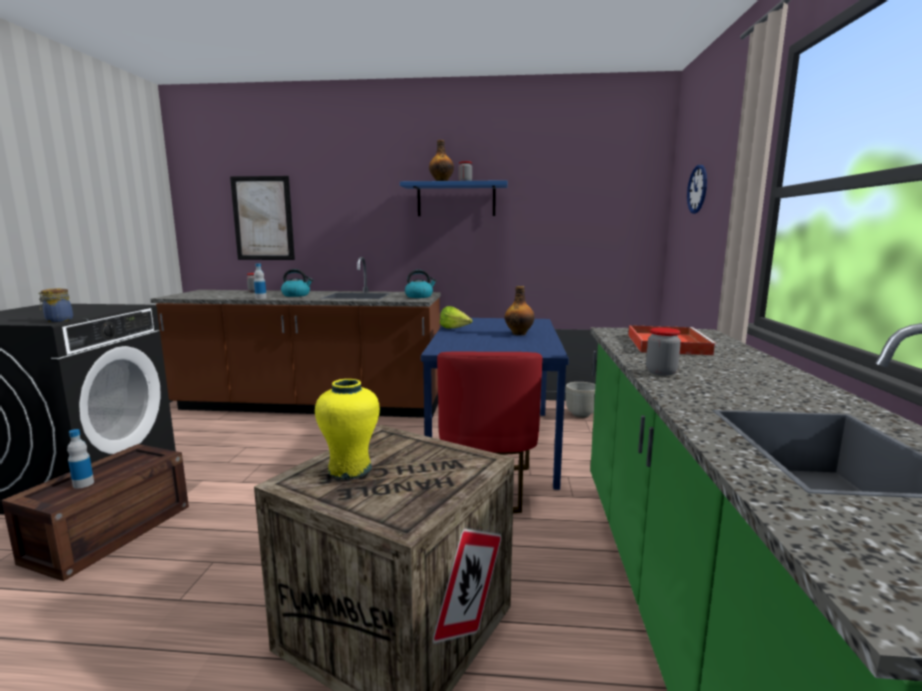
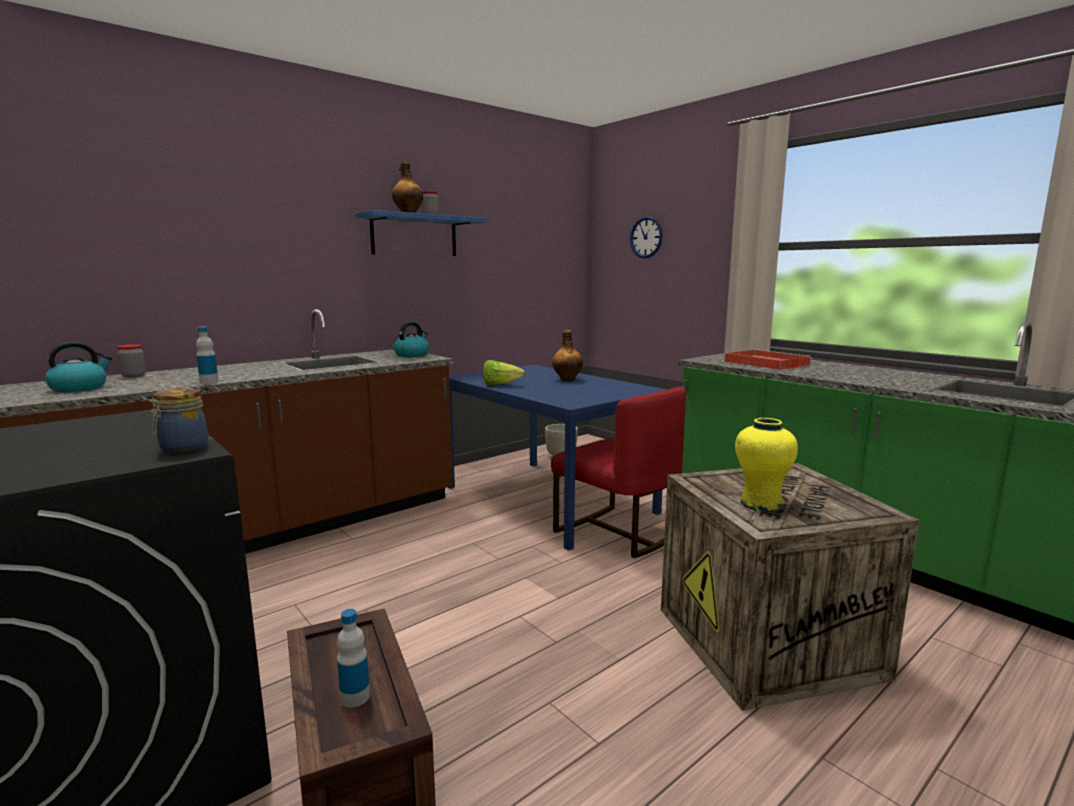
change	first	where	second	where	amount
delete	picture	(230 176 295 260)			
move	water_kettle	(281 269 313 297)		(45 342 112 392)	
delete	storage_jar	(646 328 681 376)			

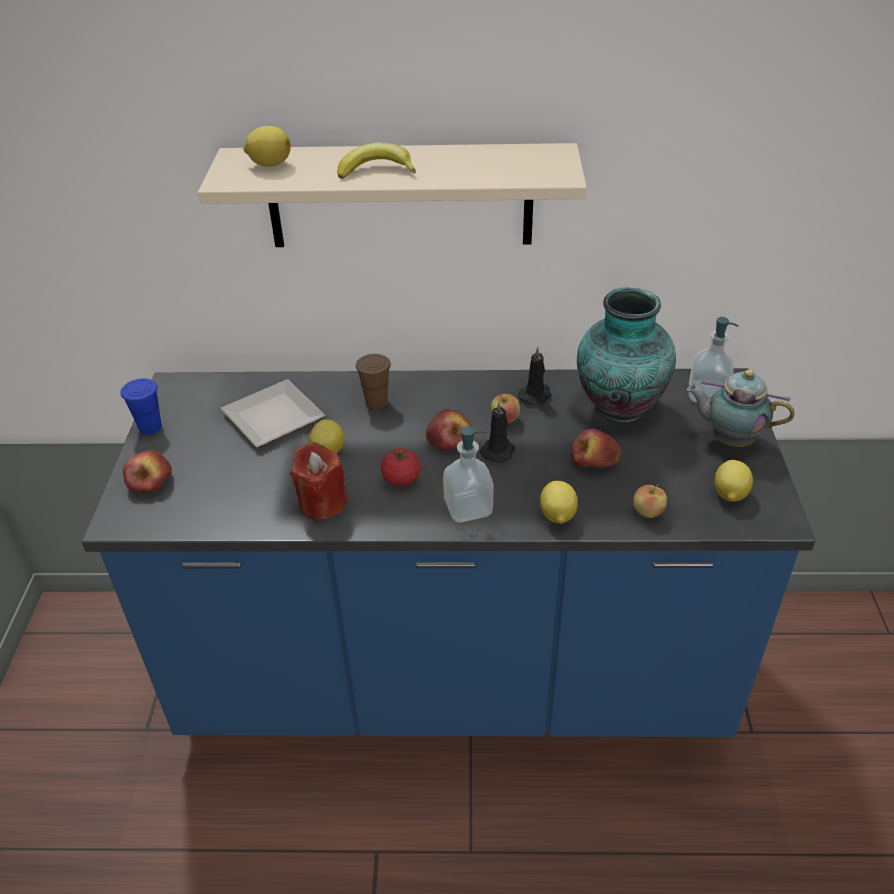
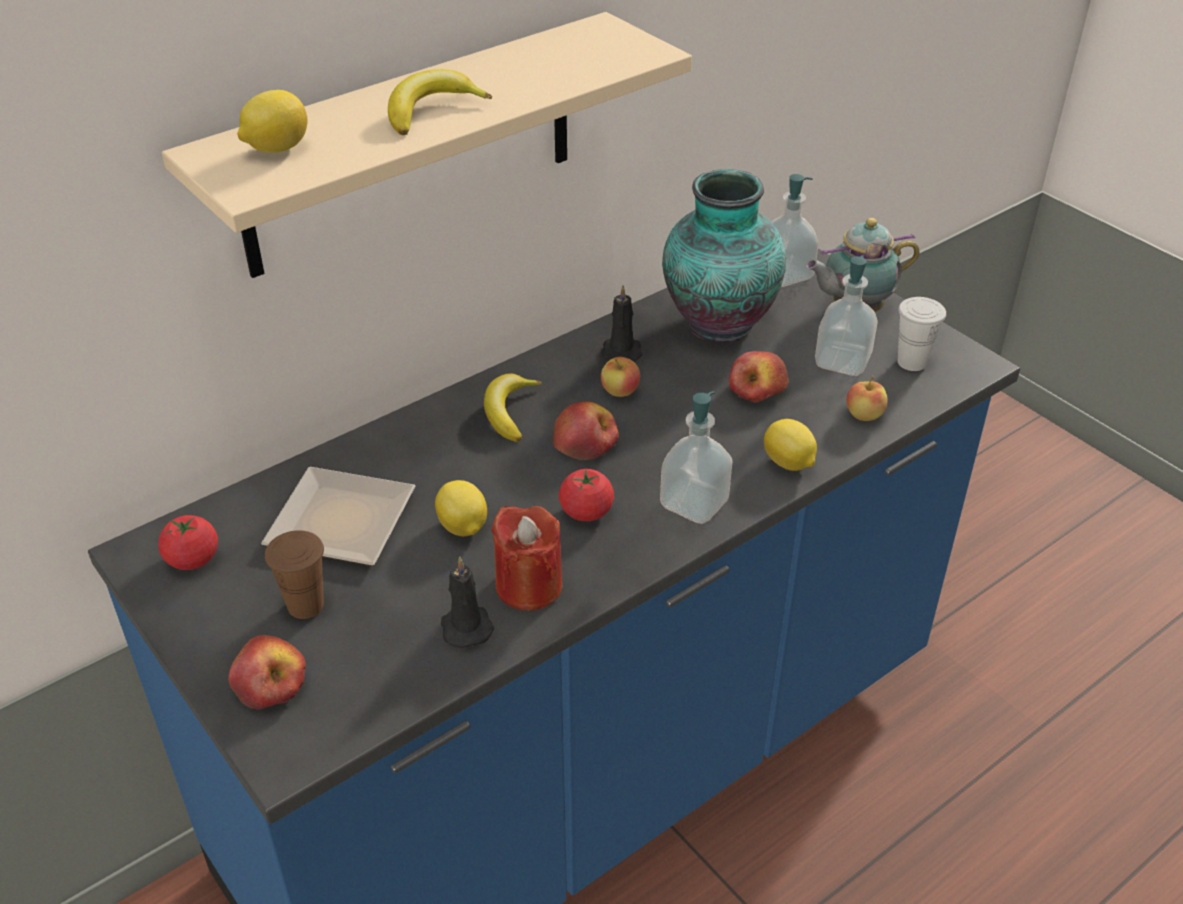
change	first	where	second	where	amount
move	brown-coloured_drinking_cup	(356 354 391 409)		(265 530 324 619)	
delete	blue_drinking_cup	(120 378 162 435)			
move	black-coloured_candle	(480 401 515 463)		(441 556 494 648)	
replace	lemon	(715 460 753 501)	white-coloured_drinking_cup	(898 297 946 371)	
insert			soap_bottle	(815 255 878 376)	
insert			banana	(484 374 542 442)	
insert			tomato	(158 515 218 570)	

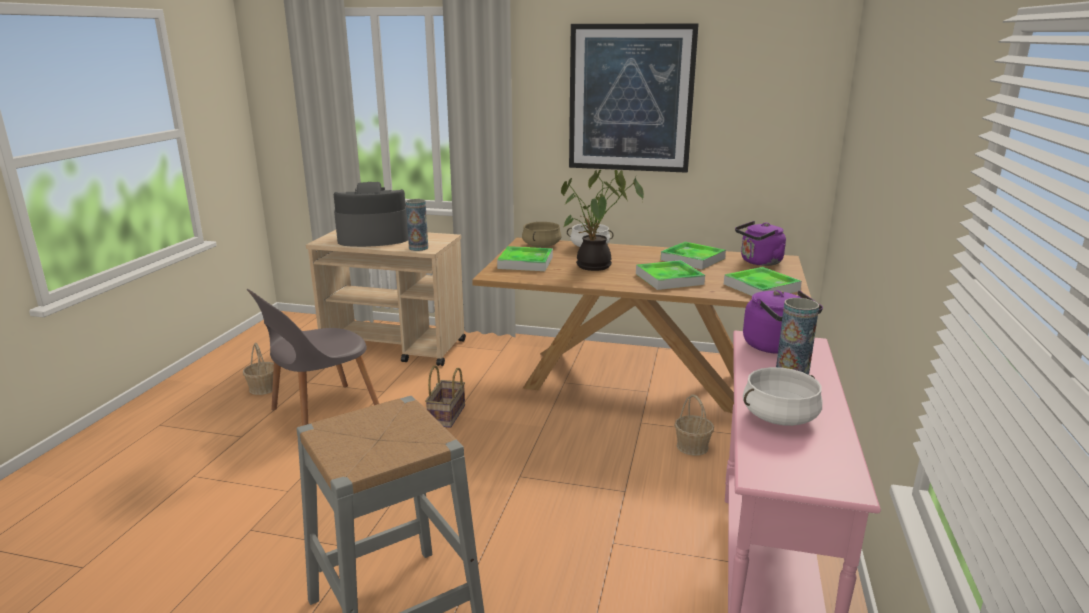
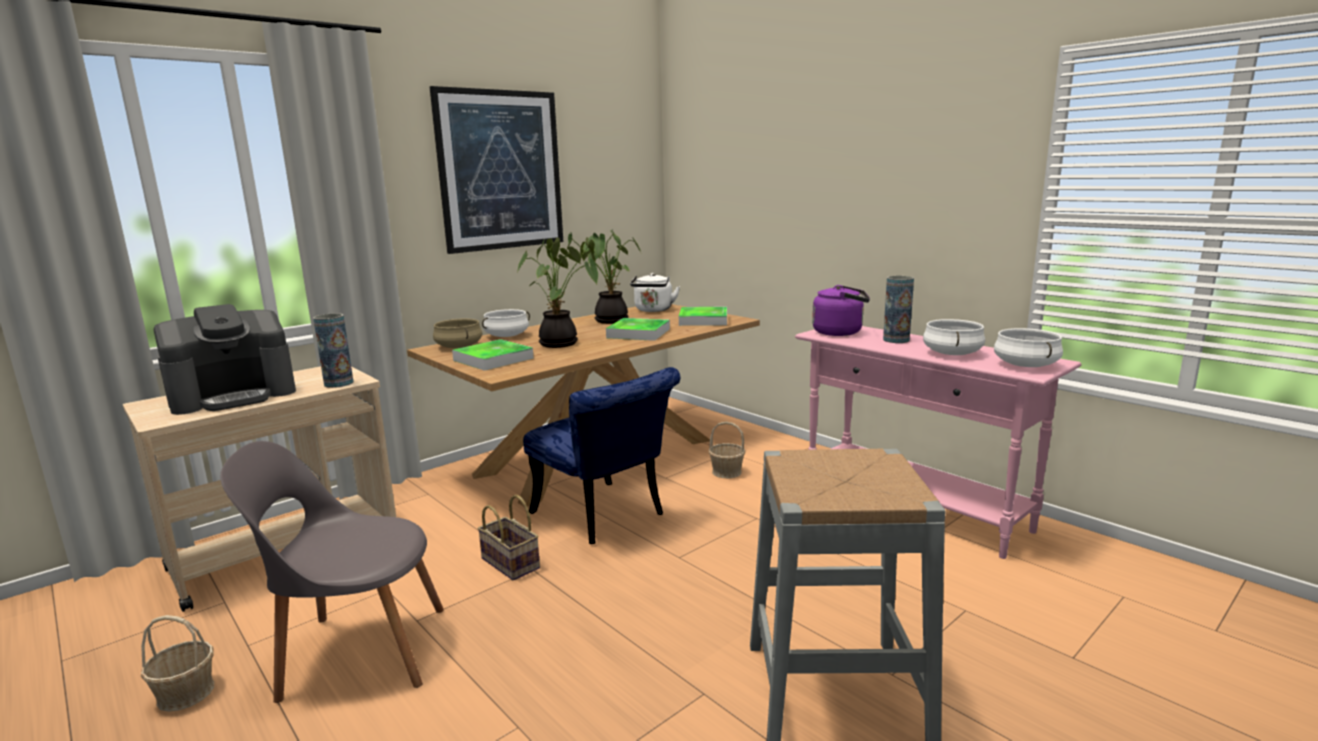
change	first	where	second	where	amount
rotate	coffee_maker	(334 182 408 247)		(153 304 296 415)	150 degrees counterclockwise
recolor	purple-coloured_water_kettle	(735 221 786 266)	white-coloured_water_kettle	(630 273 680 312)	
replace	carrying_tray	(661 242 726 269)	potted_plant	(565 229 642 324)	
rotate	greyish_upright_chair	(246 289 379 426)		(220 441 444 703)	90 degrees clockwise
insert			white-coloured_cooking_pot	(994 328 1063 367)	
insert			blue_upright_chair	(523 367 680 544)	

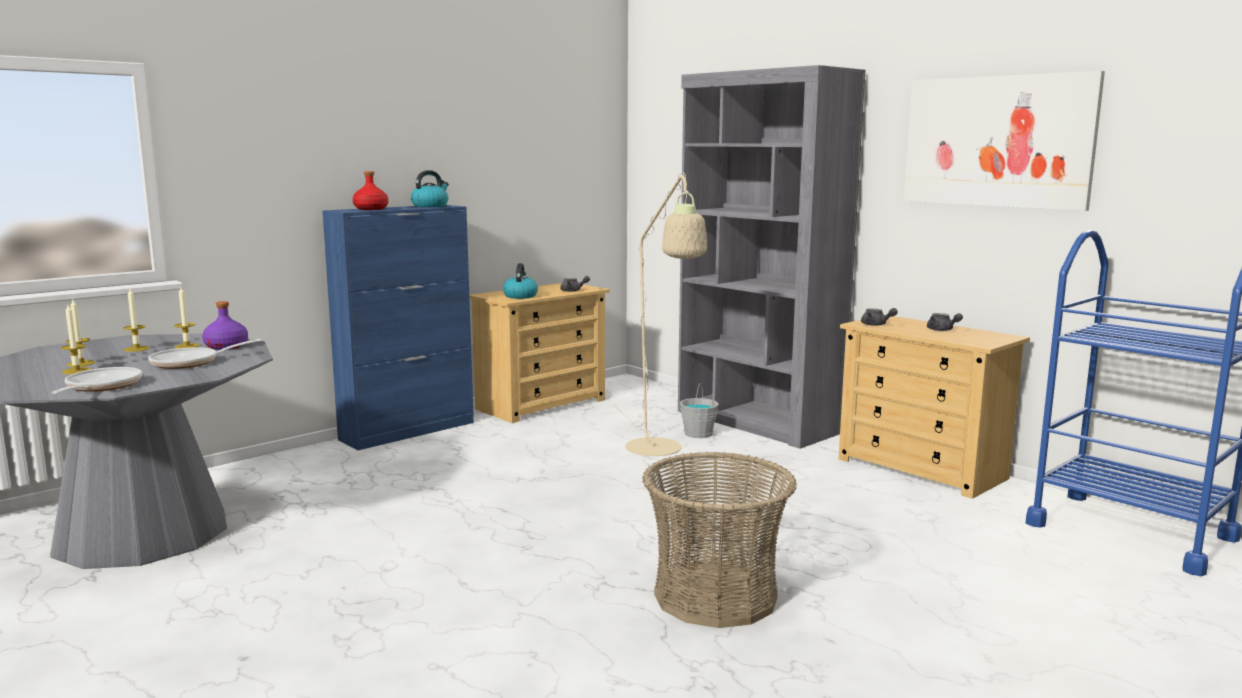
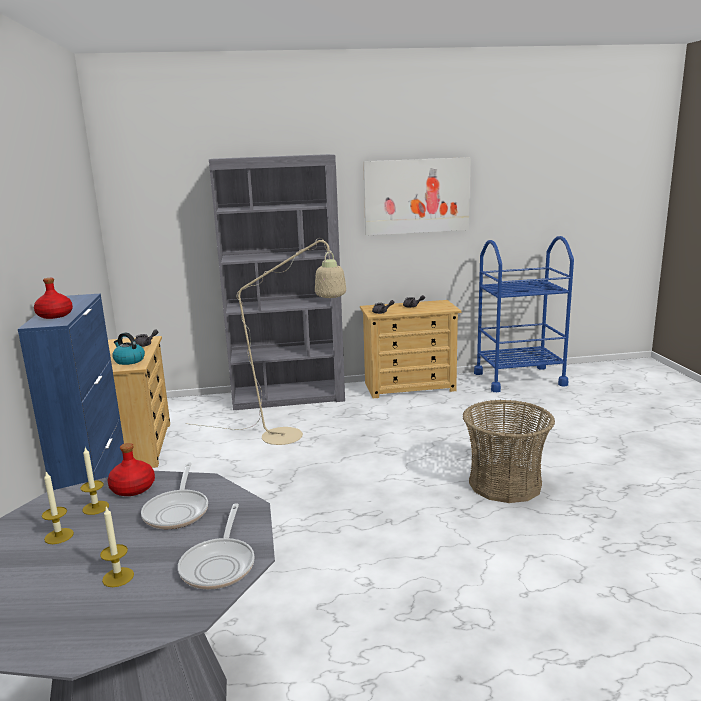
change	first	where	second	where	amount
delete	water_kettle	(411 170 449 207)			
delete	candle	(66 300 95 367)			
recolor	purple-coloured_beverage_bottle	(202 301 248 350)	red_beverage_bottle	(108 443 155 496)	
rotate	skillet	(52 367 142 394)		(178 504 255 590)	120 degrees counterclockwise
delete	greyish_water_bucket	(680 383 719 438)			

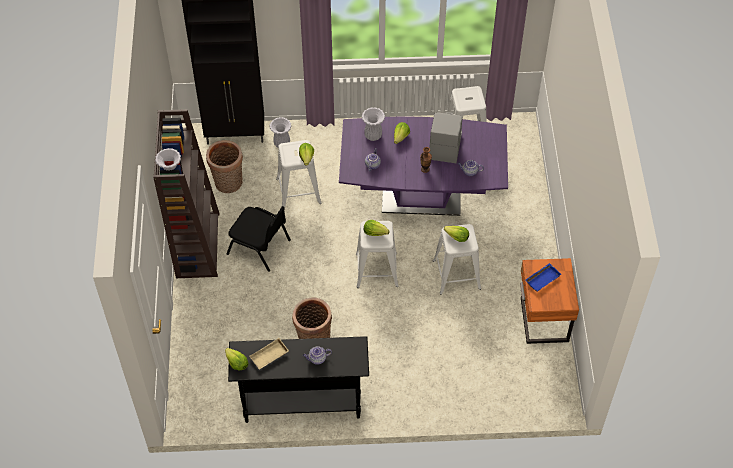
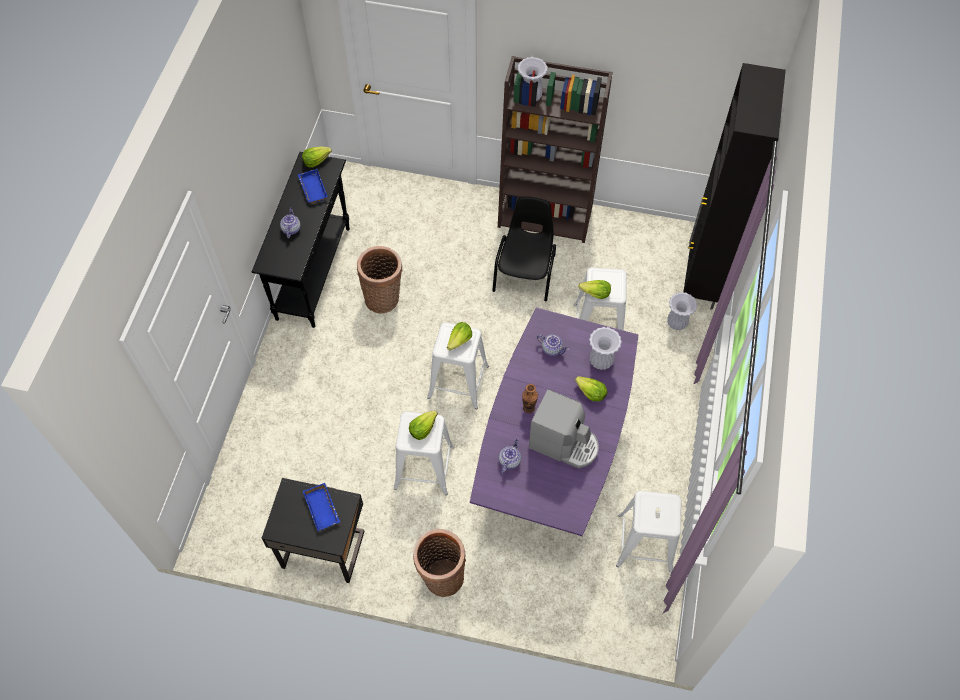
change	first	where	second	where	amount
move	basket	(206 140 243 193)		(413 529 466 597)	
rotate	black-coloured_upright_chair	(227 206 291 272)		(492 196 556 302)	150 degrees clockwise
recolor	orange-coloured_nightstand	(520 258 579 344)	black-coloured_nightstand	(262 478 365 583)	
recolor	beige-coloured_carrying_tray	(249 338 289 370)	blue_carrying_tray	(298 169 328 204)	

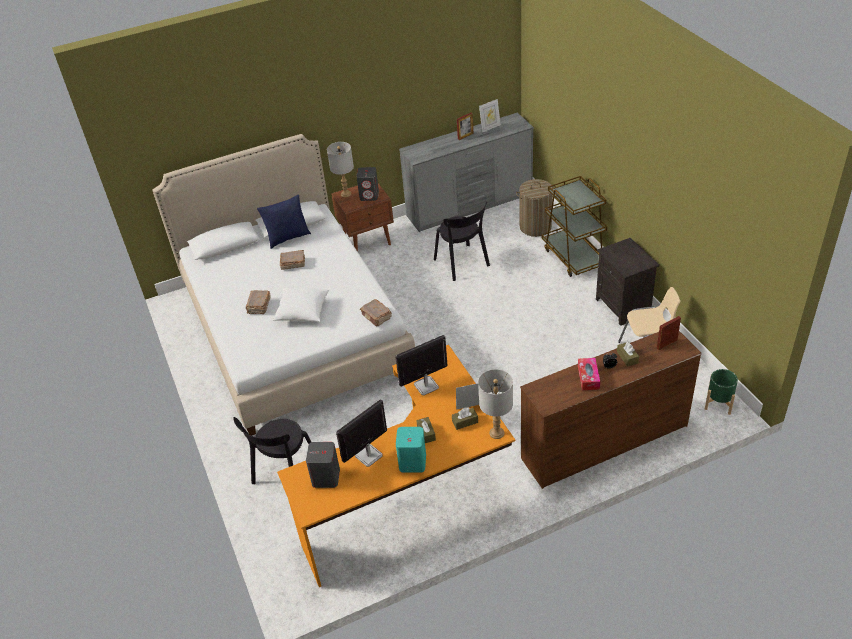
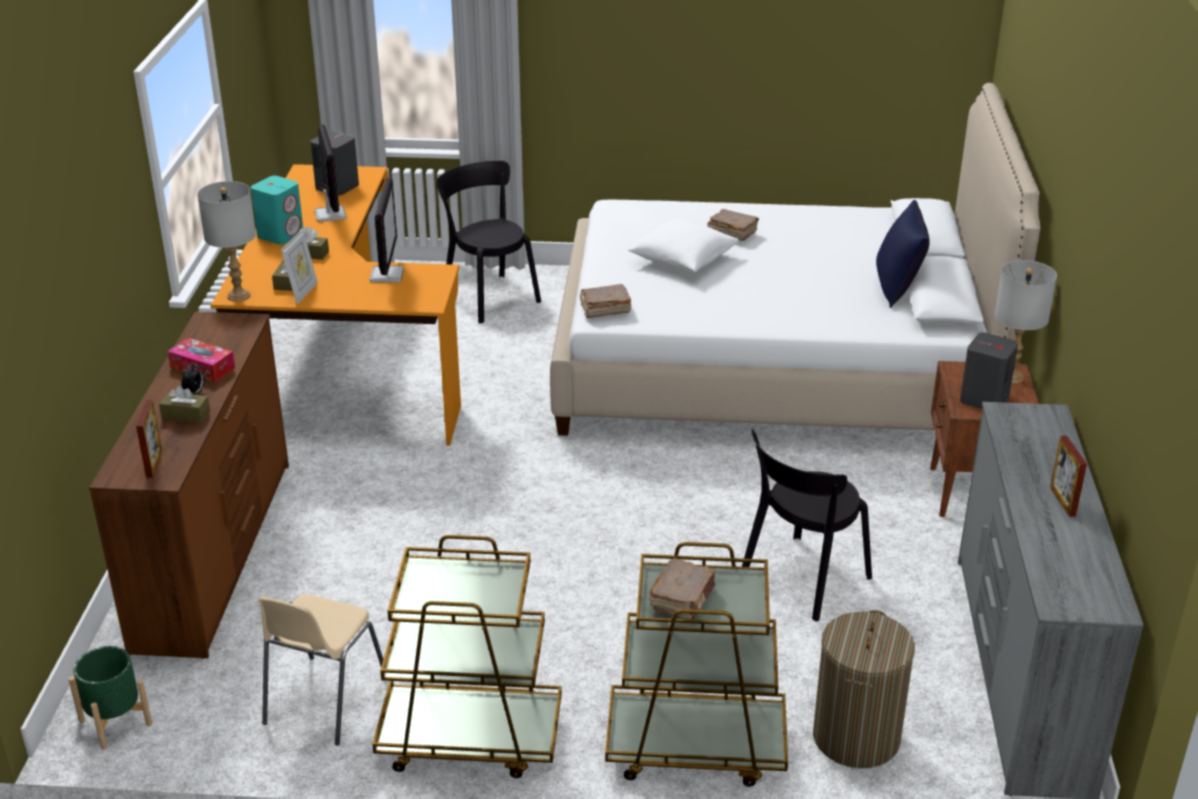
change	first	where	second	where	amount
delete	photo_frame	(479 99 501 132)			
rotate	black-coloured_upright_chair	(434 202 490 281)		(742 429 872 622)	45 degrees counterclockwise
replace	black-coloured_nightstand	(596 238 660 326)	brown-coloured_trolley	(372 535 562 778)	
move	brown-coloured_volume	(280 250 305 270)		(649 558 716 619)	

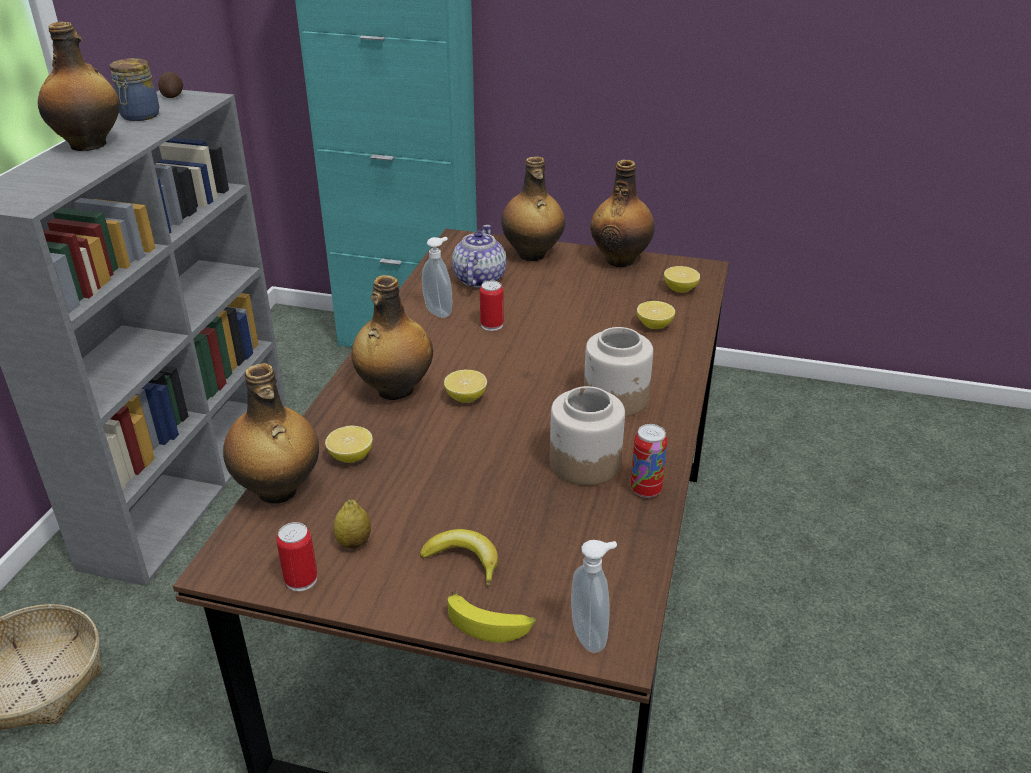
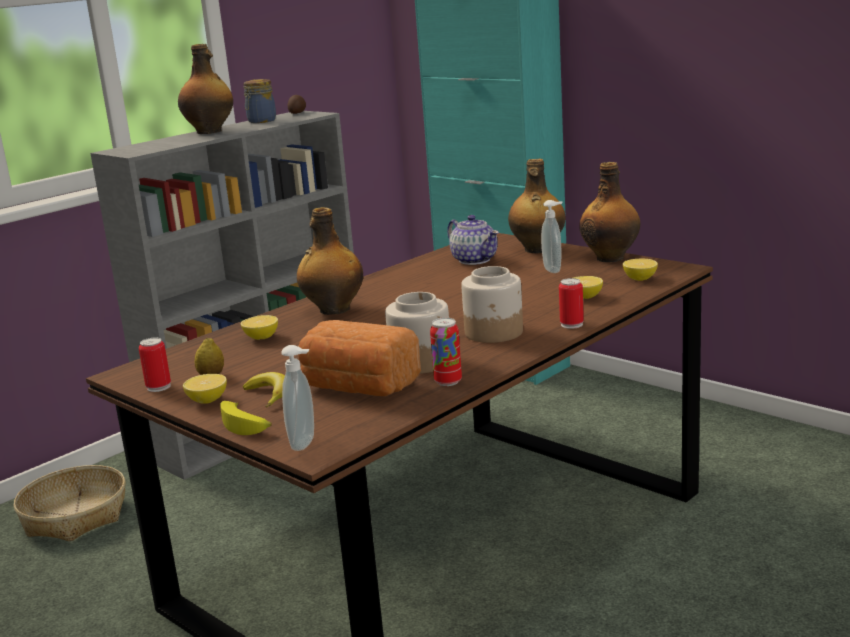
change	first	where	second	where	amount
rotate	teapot	(452 225 506 287)		(447 215 499 265)	105 degrees clockwise
move	soap_bottle	(422 237 452 318)		(541 200 562 273)	
move	can	(480 280 504 331)		(559 278 584 329)	
delete	beverage_bottle	(223 363 319 503)			
move	lemon	(444 370 487 403)		(183 374 227 403)	
insert			baked_bread	(298 320 421 396)	

